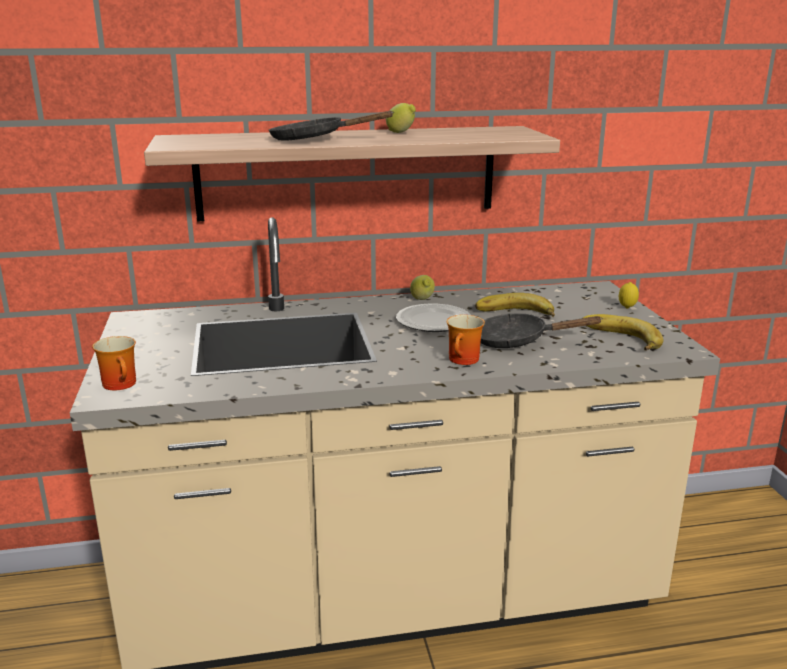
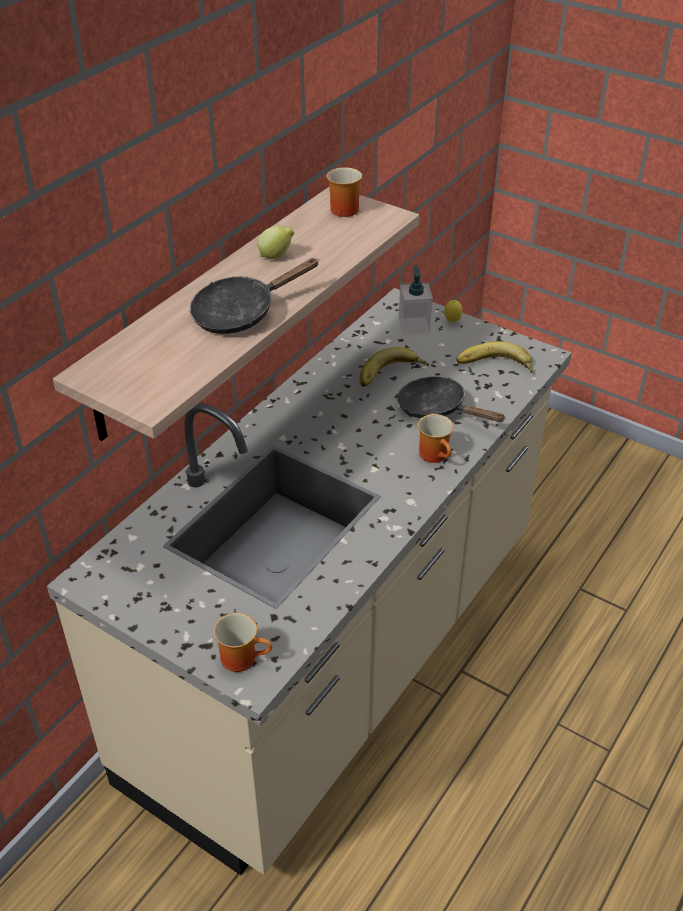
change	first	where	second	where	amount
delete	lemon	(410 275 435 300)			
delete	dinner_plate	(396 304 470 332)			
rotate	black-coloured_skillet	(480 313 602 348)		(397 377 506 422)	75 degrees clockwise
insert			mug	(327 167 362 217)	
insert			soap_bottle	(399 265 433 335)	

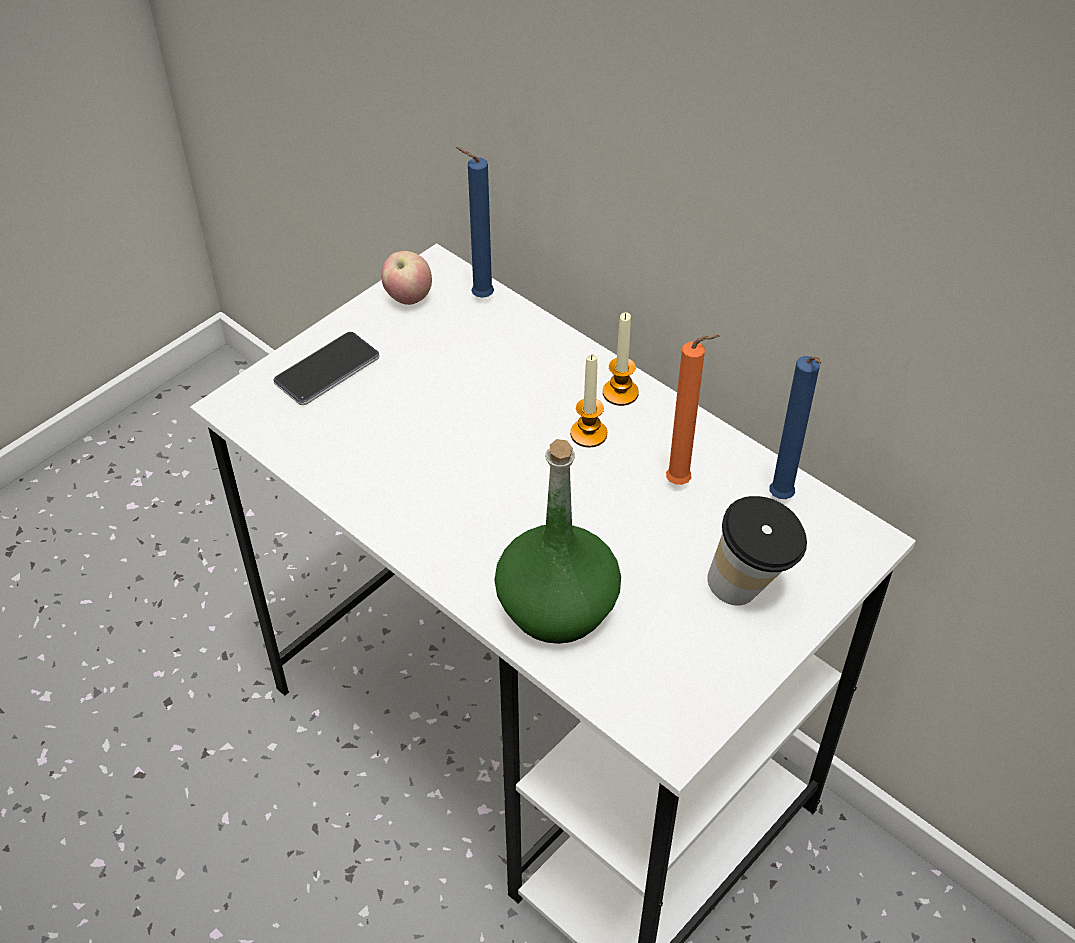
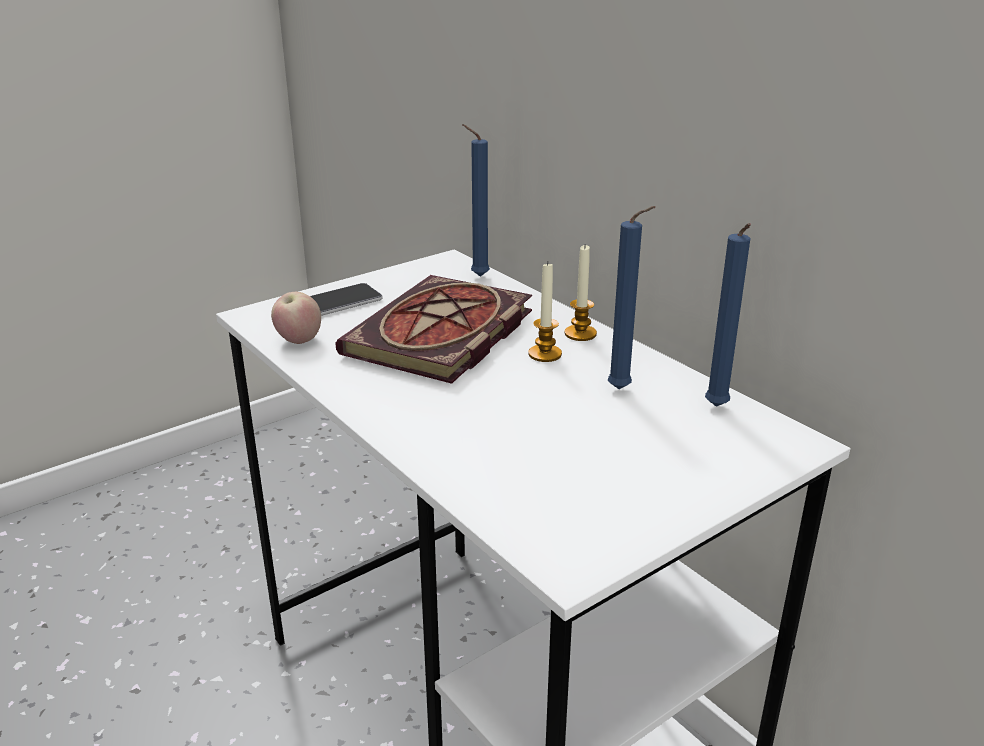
change	first	where	second	where	amount
move	whole_apple	(381 251 432 305)		(271 292 321 344)	
recolor	orange-coloured_candle	(666 334 720 485)	blue_candle	(608 206 655 389)	
delete	greenish_beverage_bottle	(495 439 621 644)			
delete	drinking_cup	(707 496 807 606)			
insert			volume	(335 275 532 384)	

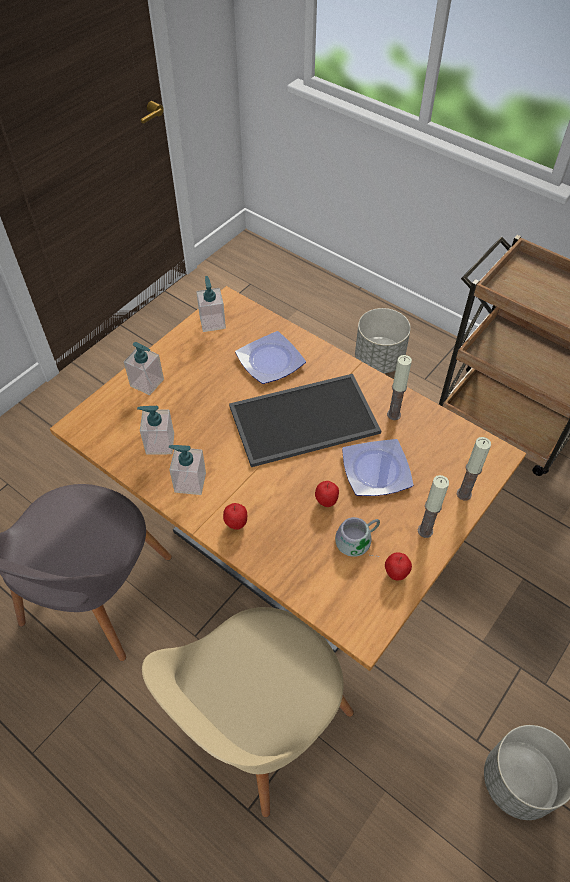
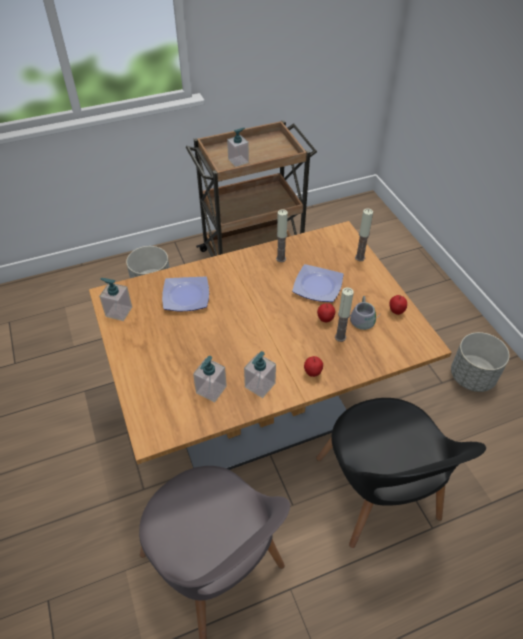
change	first	where	second	where	amount
move	soap_bottle	(124 342 164 395)		(227 128 249 167)	
delete	carrying_tray	(229 374 381 467)			
move	candle	(418 475 449 538)		(335 287 354 342)	
recolor	beige-coloured_upright_chair	(142 607 354 818)	black-coloured_upright_chair	(316 398 486 548)	

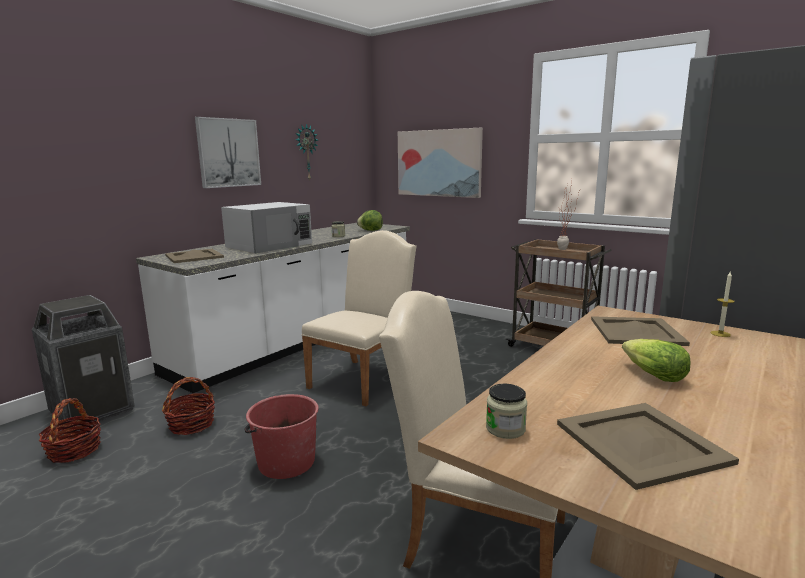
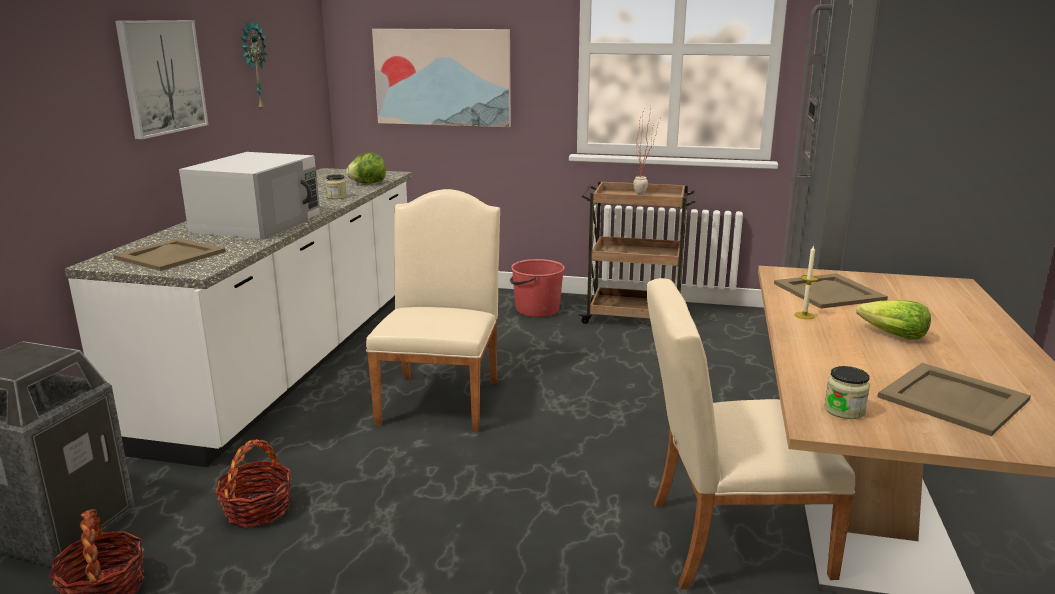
change	first	where	second	where	amount
move	candle	(711 272 735 337)		(794 245 818 319)	
move	red_water_bucket	(244 394 319 479)		(510 259 565 317)	

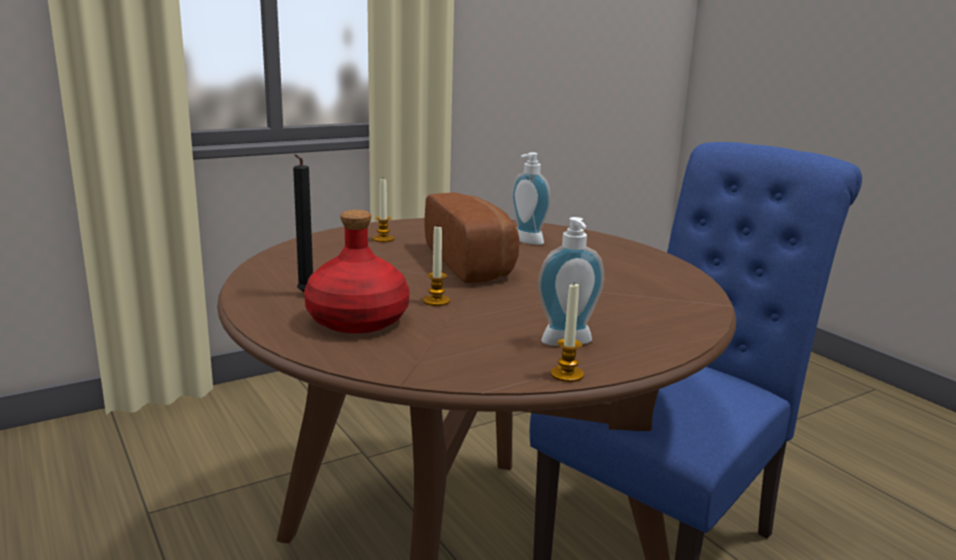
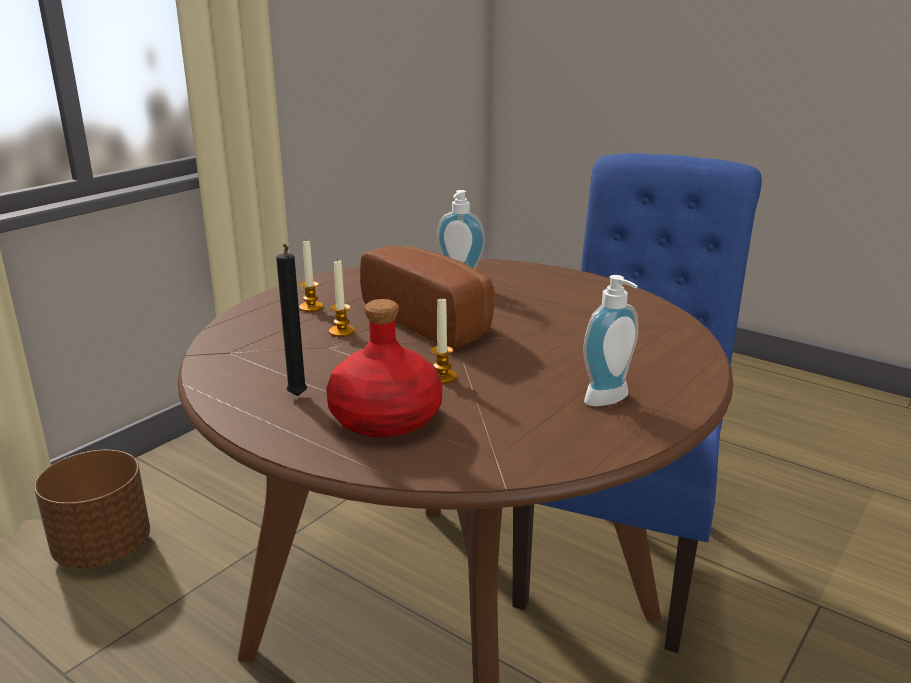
change	first	where	second	where	amount
move	candle	(551 281 584 382)		(329 259 355 337)	
insert			brown-coloured_flower_pot	(34 450 150 568)	

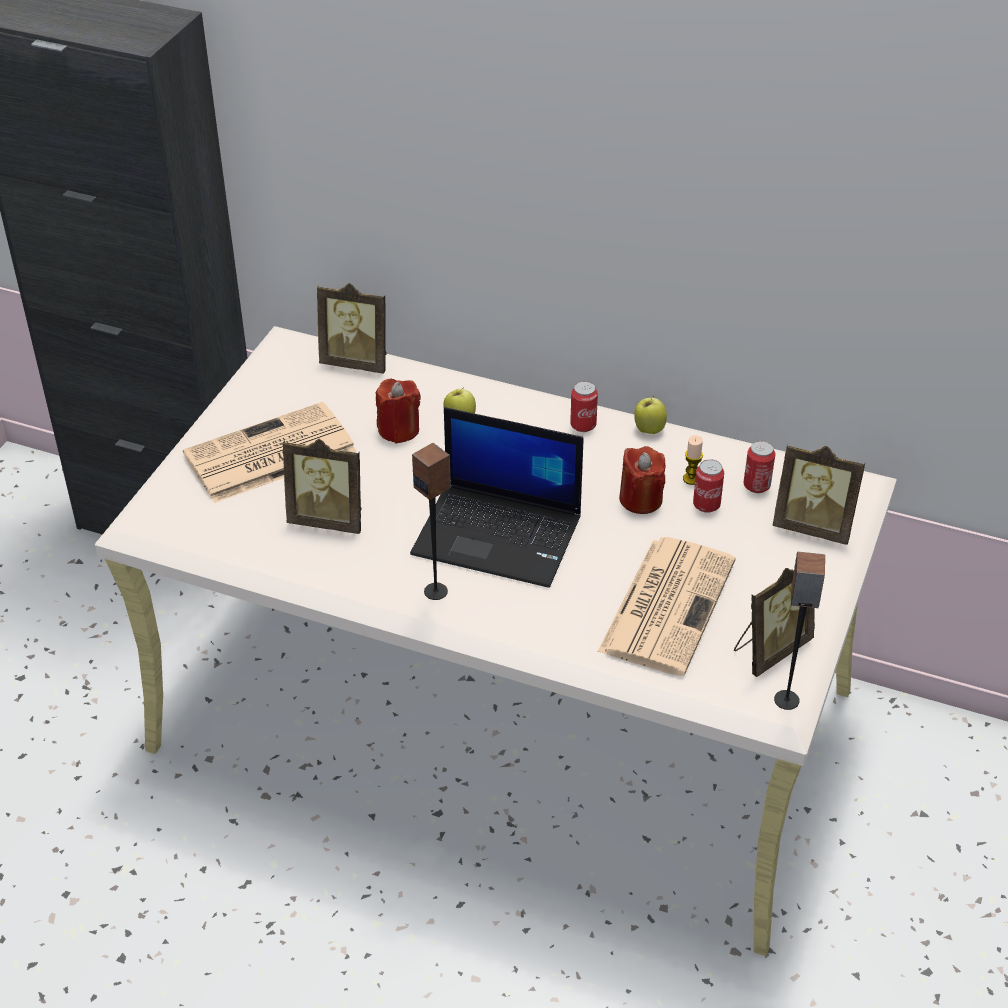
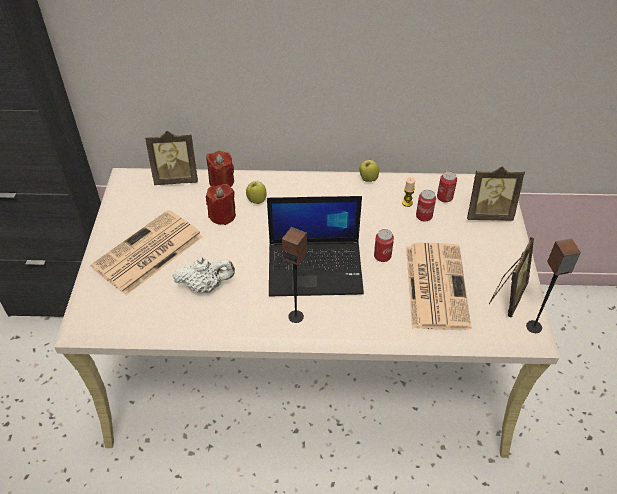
change	first	where	second	where	amount
move	can	(570 381 598 432)		(374 229 394 262)	
replace	photo_frame	(283 439 362 534)	white-coloured_teapot	(172 257 235 293)	
move	red_candle	(619 446 666 514)		(206 150 234 187)	

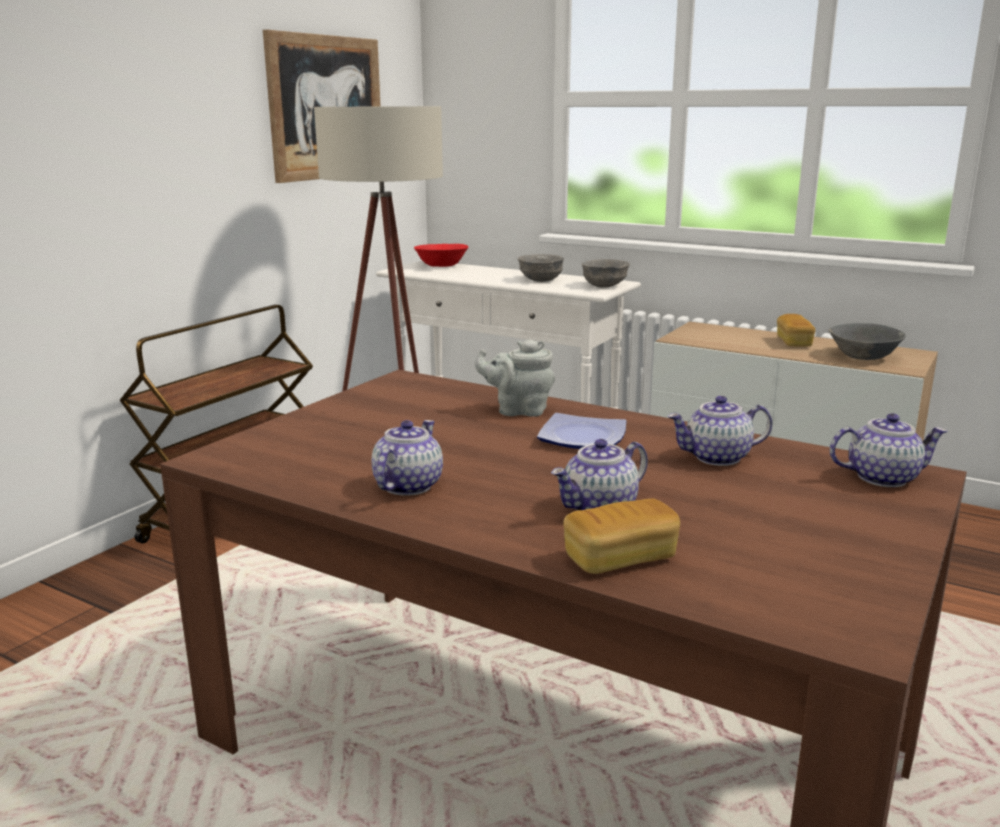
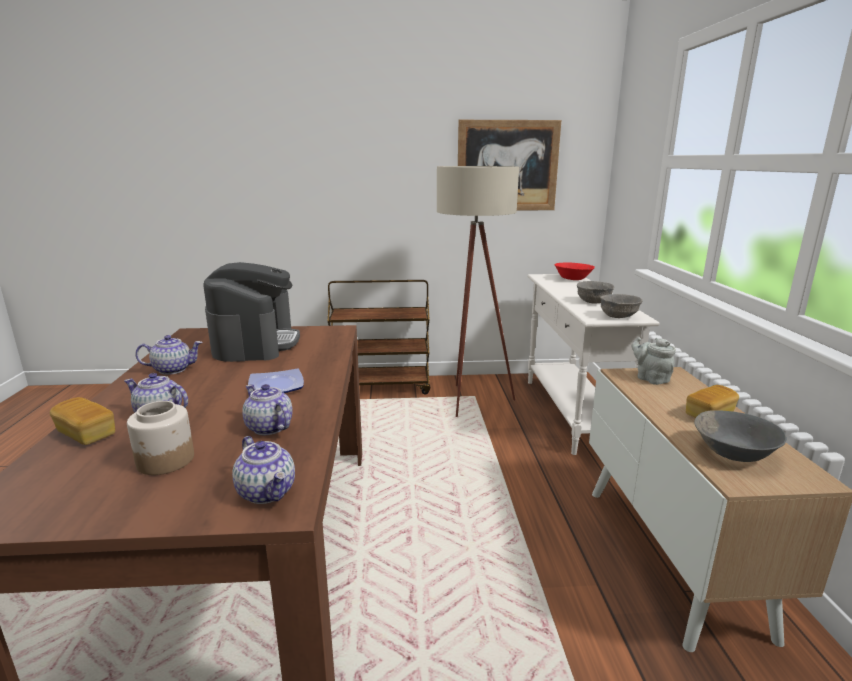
change	first	where	second	where	amount
move	greyish_teapot	(475 339 555 417)		(632 337 676 385)	
insert			coffee_maker	(203 262 300 362)	
insert			storage_jar	(127 401 194 475)	

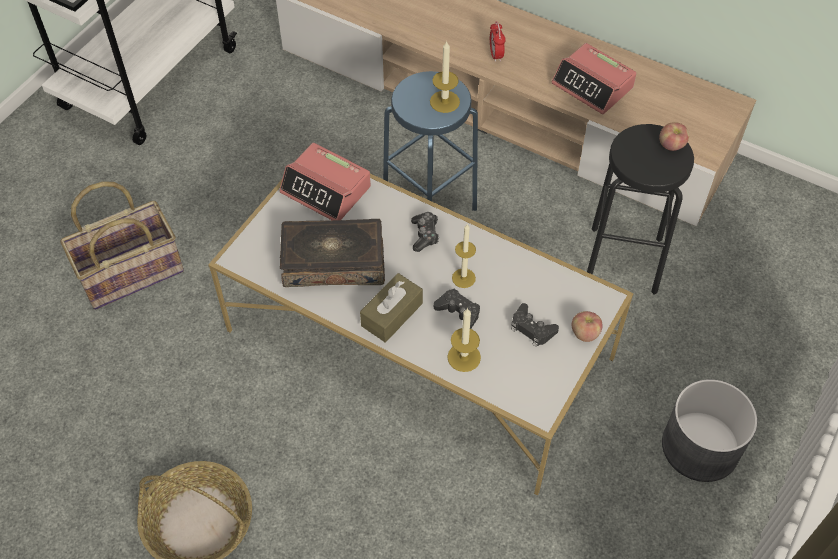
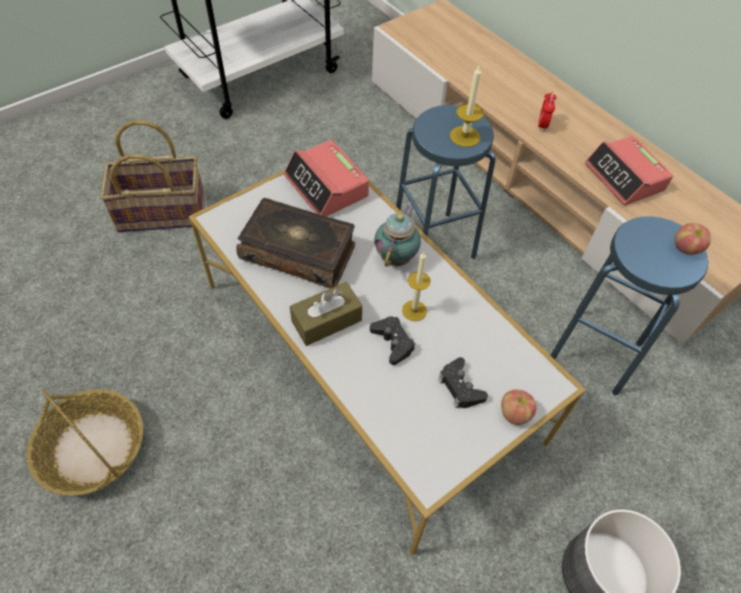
change	first	where	second	where	amount
recolor	black-coloured_stool	(587 124 694 295)	blue_stool	(550 216 708 395)	
replace	gamepad	(411 212 439 252)	teapot	(374 205 421 267)	
delete	candle	(447 308 481 372)			

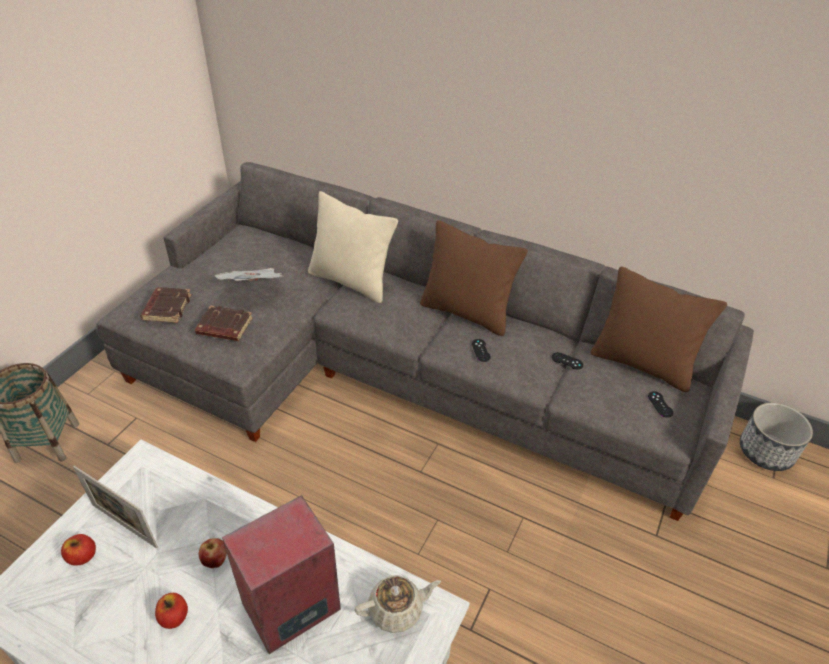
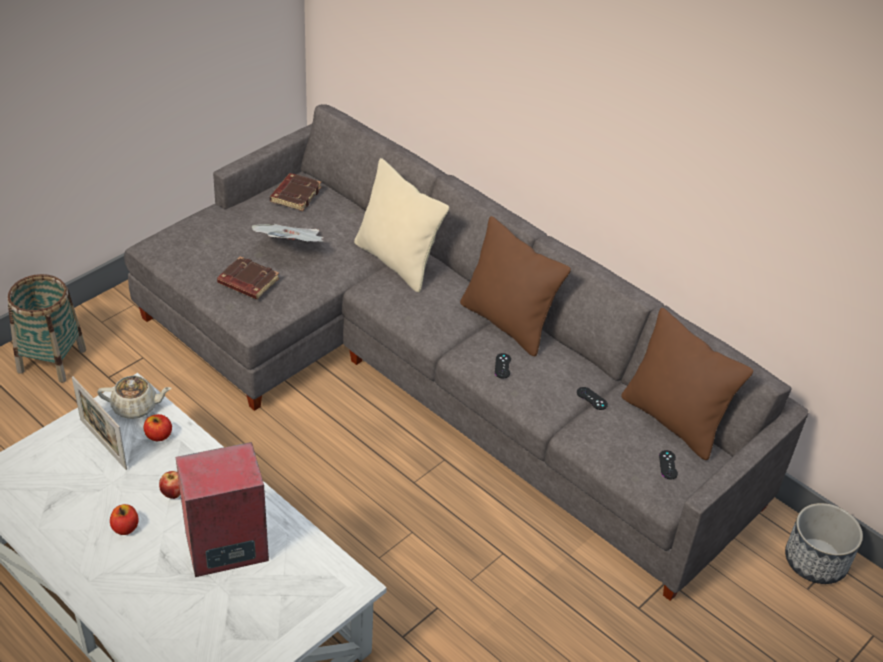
change	first	where	second	where	amount
move	brown-coloured_volume	(140 287 192 323)		(270 173 321 211)	
move	whole_apple	(61 534 96 565)		(144 414 172 441)	
move	beige-coloured_teapot	(355 575 441 633)		(97 375 172 419)	

